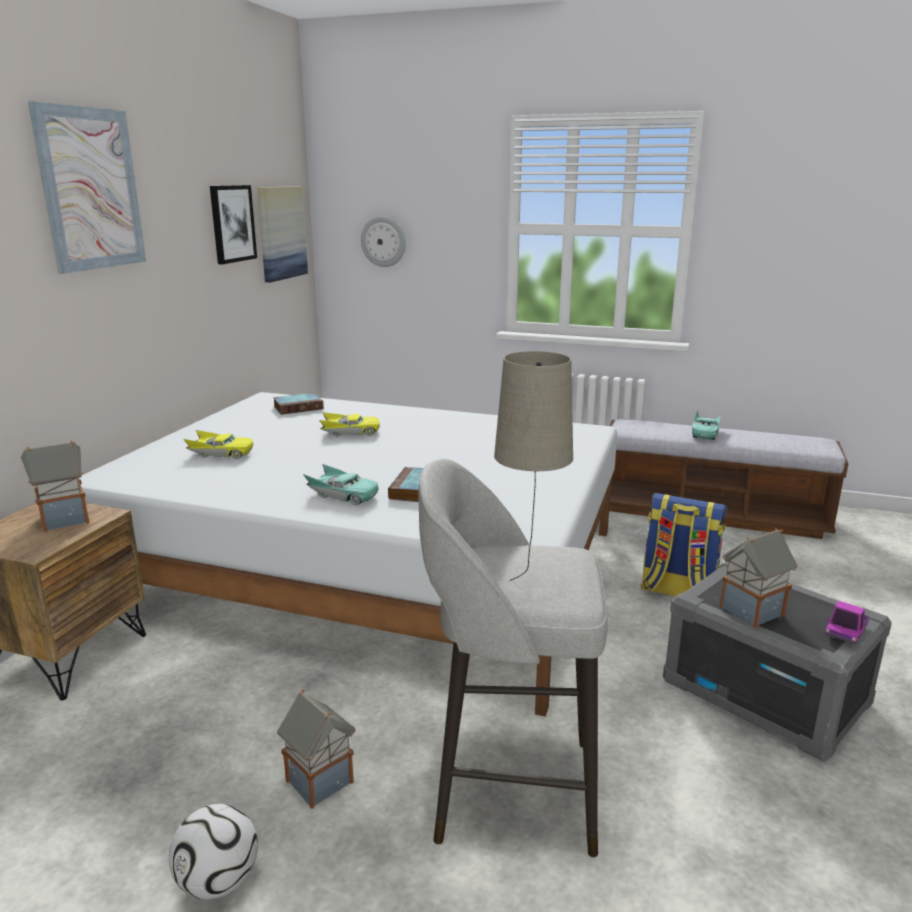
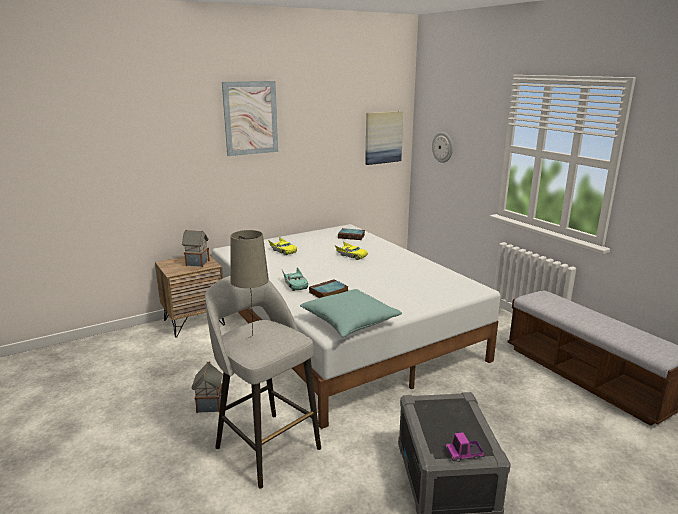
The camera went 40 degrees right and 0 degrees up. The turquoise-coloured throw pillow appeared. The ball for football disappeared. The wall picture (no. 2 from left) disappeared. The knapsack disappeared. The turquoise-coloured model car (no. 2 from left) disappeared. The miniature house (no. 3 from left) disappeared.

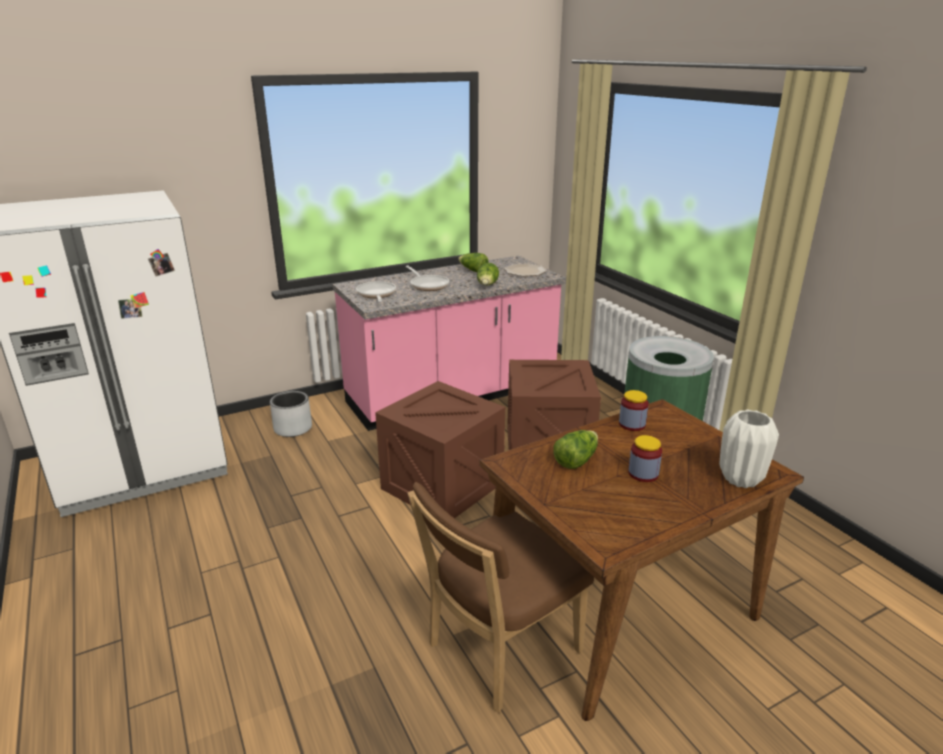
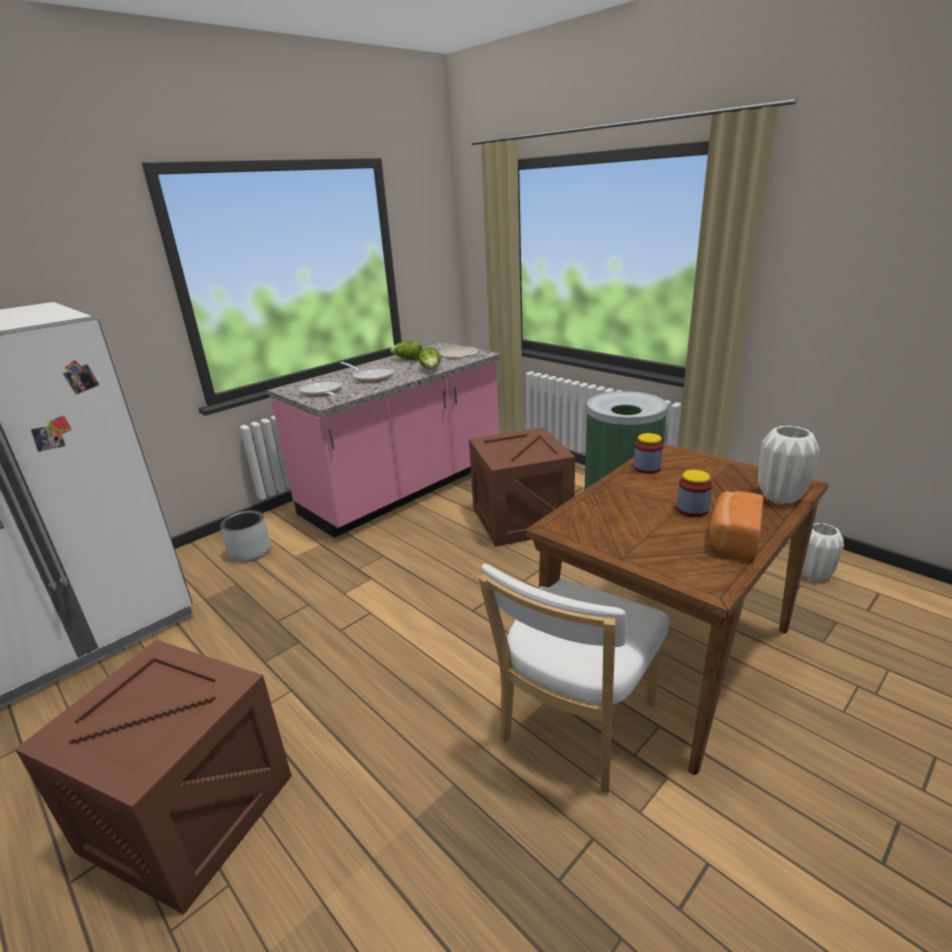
The camera went 15 degrees left and 0 degrees up. The crate (no. 1 from left) moved. The brown plain chair became the whitish plain chair. The bread appeared. The whitish flower vase (no. 2 from left) appeared. The lettuce (no. 3 from left) disappeared.

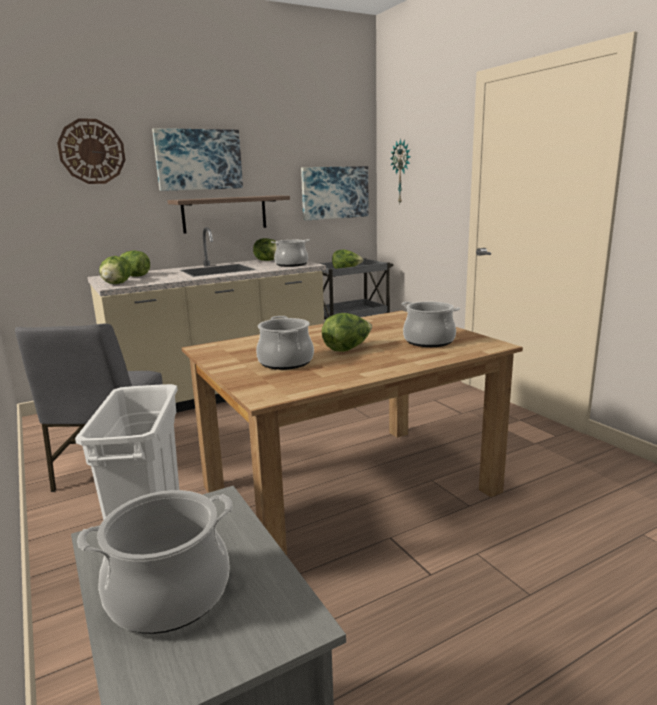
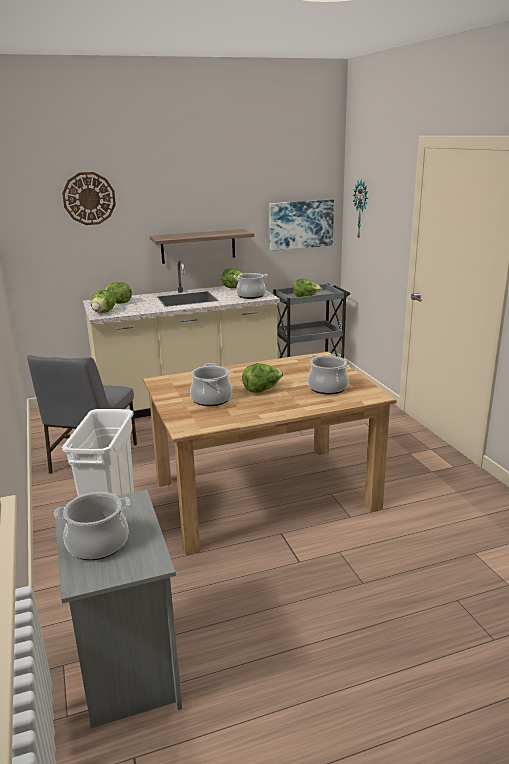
The camera went 10 degrees right and 5 degrees up. The wall picture (no. 1 from left) disappeared.

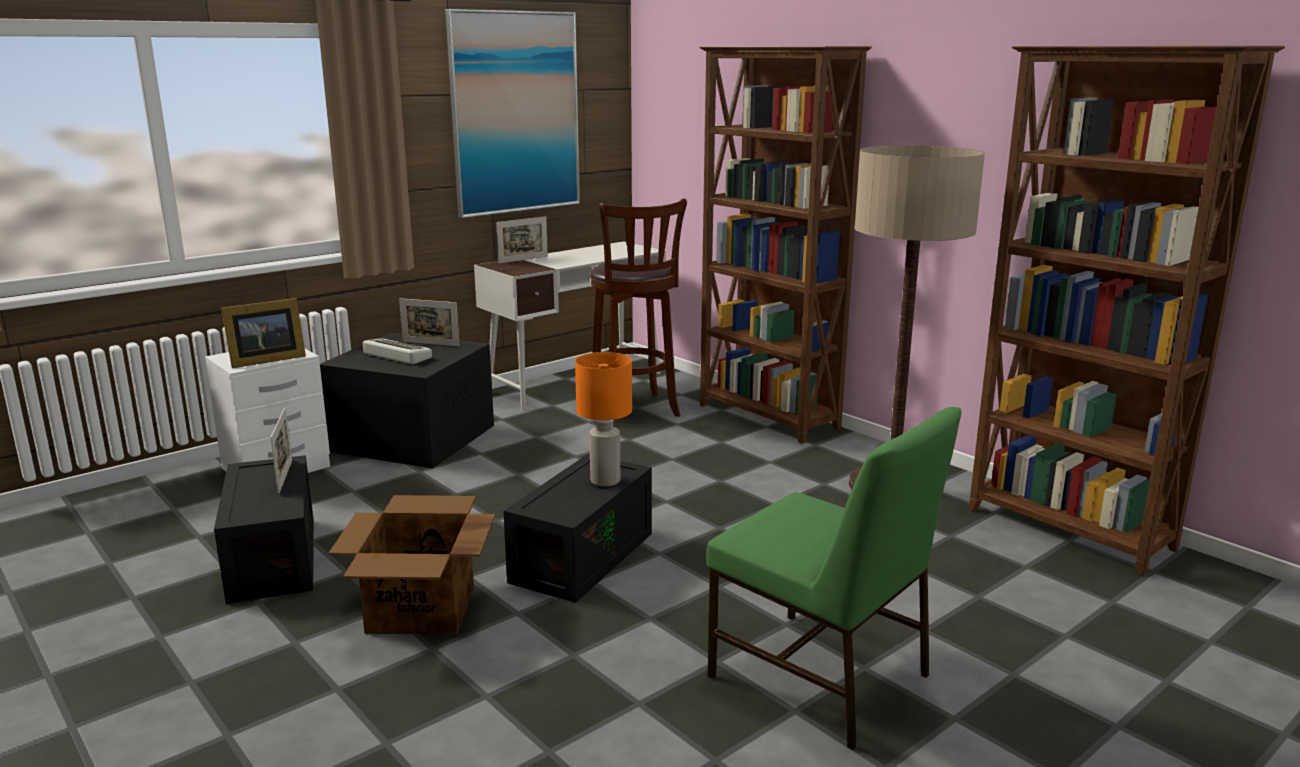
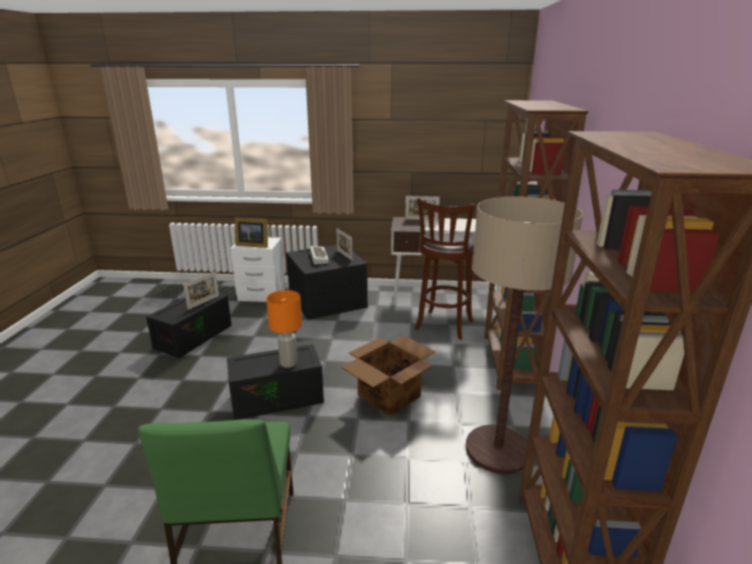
The camera went 45 degrees right and 5 degrees up. The packing box moved. The wall picture disappeared.

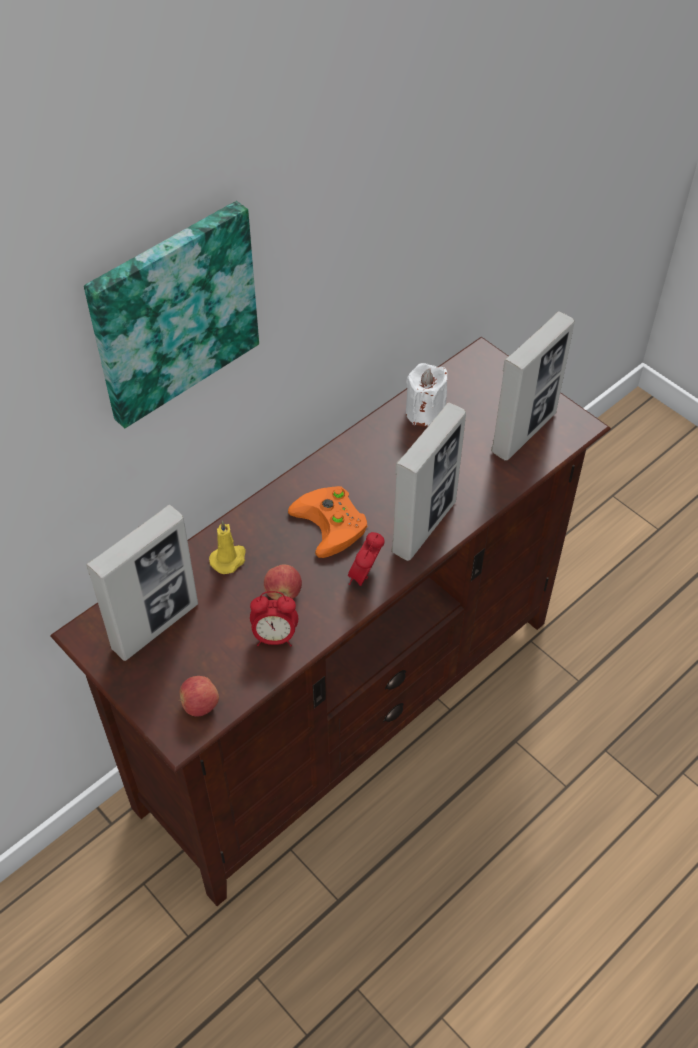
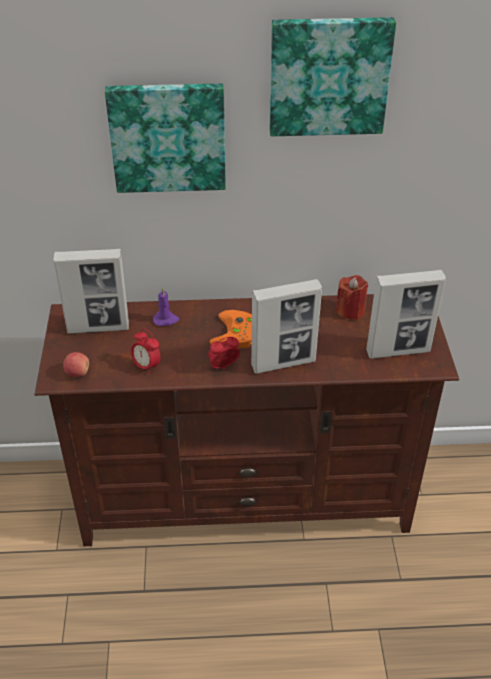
The camera went 40 degrees right and 10 degrees down. The yellow-coloured candle became the purple candle. The wall picture (no. 2 from left) appeared. The whitish candle became the red candle. The apple fruit (no. 2 from left) disappeared.

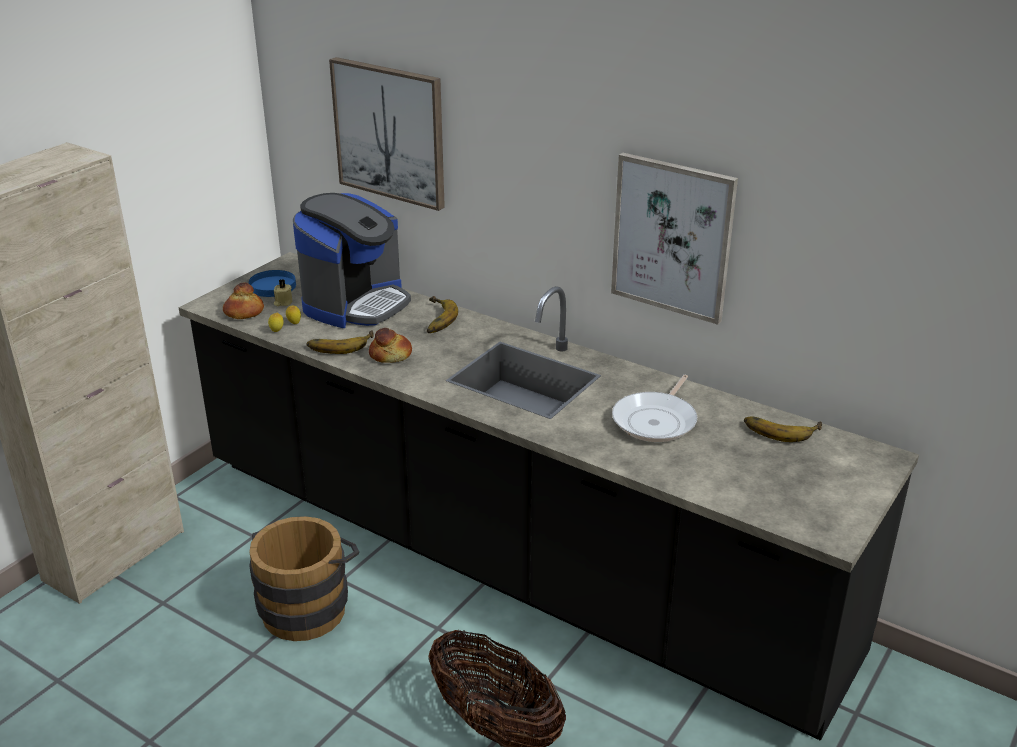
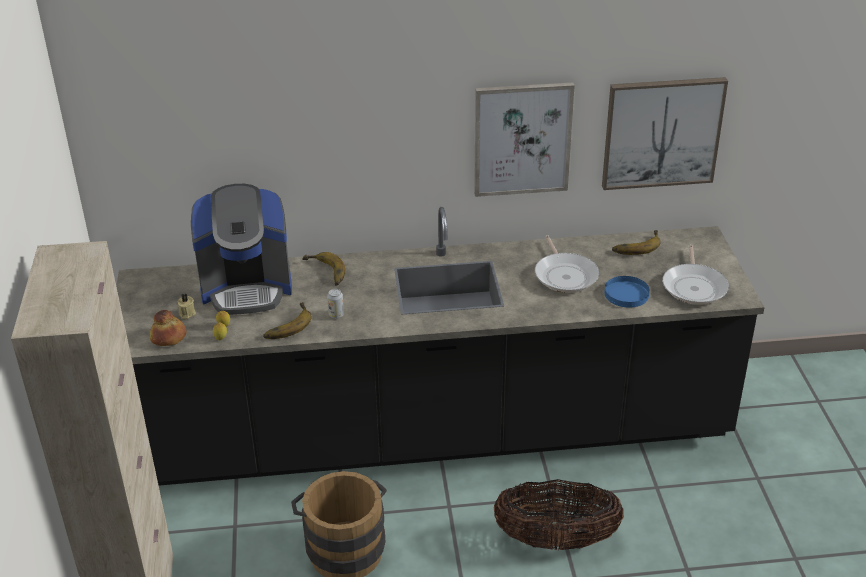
The camera went 40 degrees left and 5 degrees up. The coffee machine turned 90 degrees clockwise. The bread (no. 2 from left) was replaced by the sealed can. The wall picture (no. 1 from left in the first image) moved. The blue-coloured dinner plate moved. The pan (no. 2 from left) appeared.

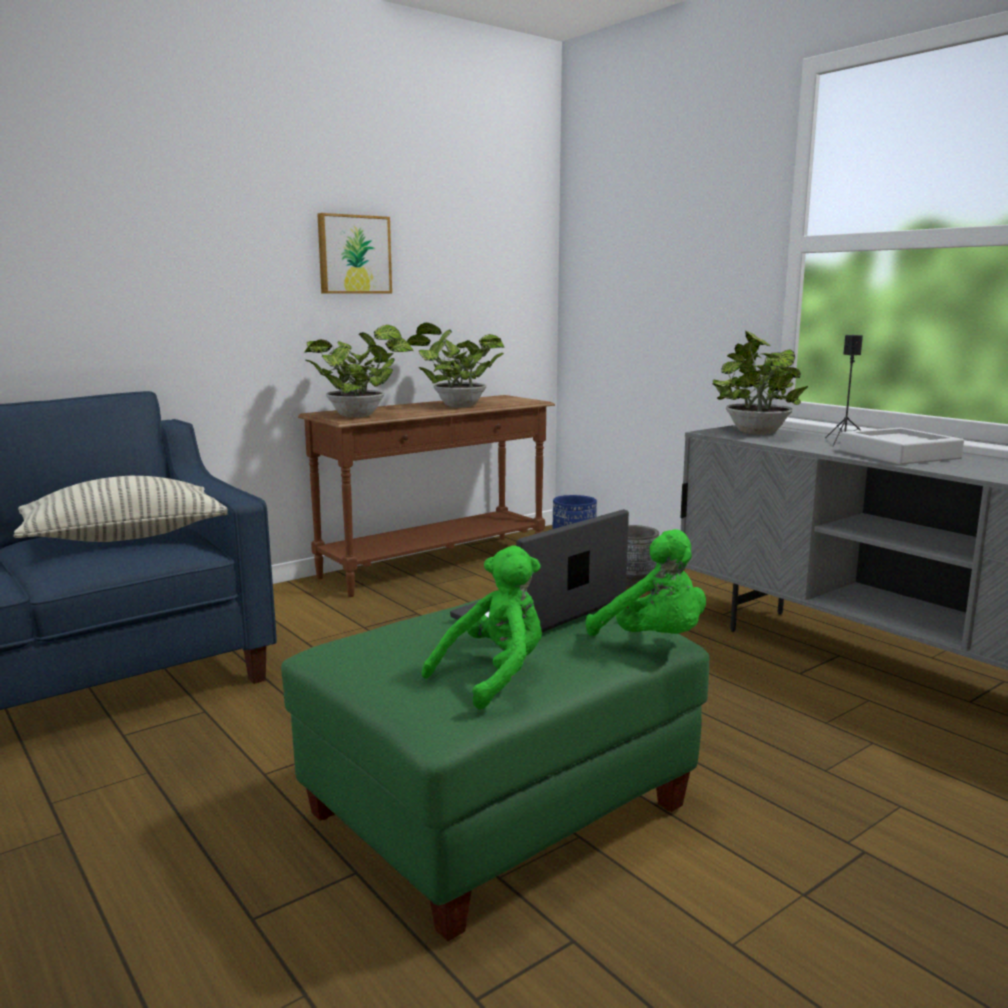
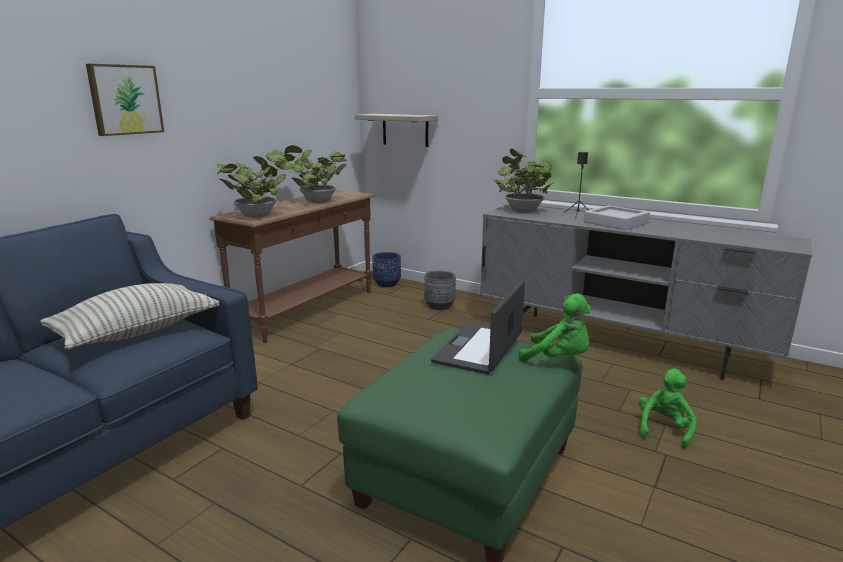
The camera went 20 degrees left and 5 degrees up. The wall picture moved. The wall shelf appeared. The green plush toy (no. 1 from left in the first image) moved.

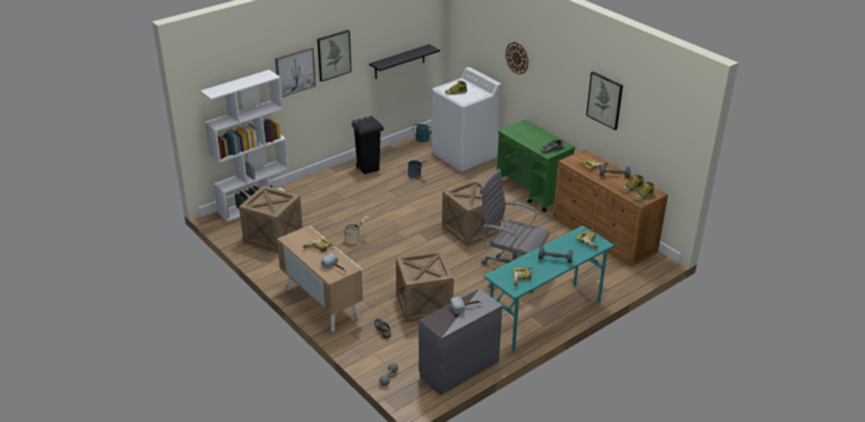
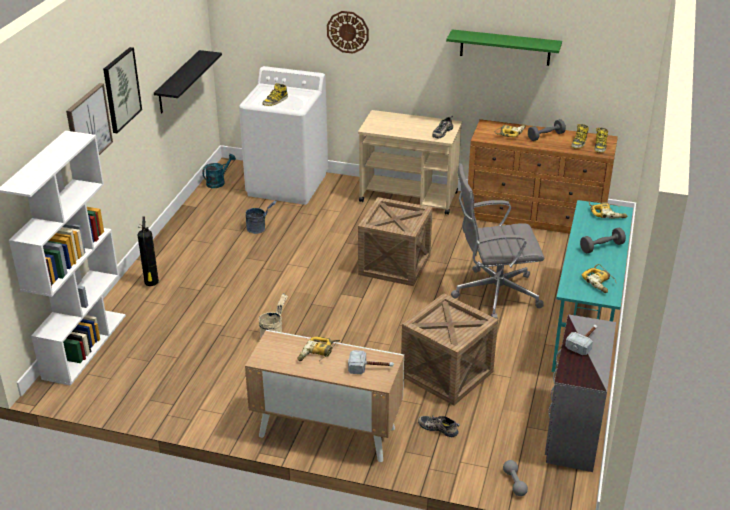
The camera went 35 degrees left and 0 degrees up. The extinguisher appeared. The green trolley became the sand-coloured trolley. The wall picture (no. 3 from left) was replaced by the green wall shelf. The crate (no. 1 from left) disappeared. The blackish rubbish bin disappeared.

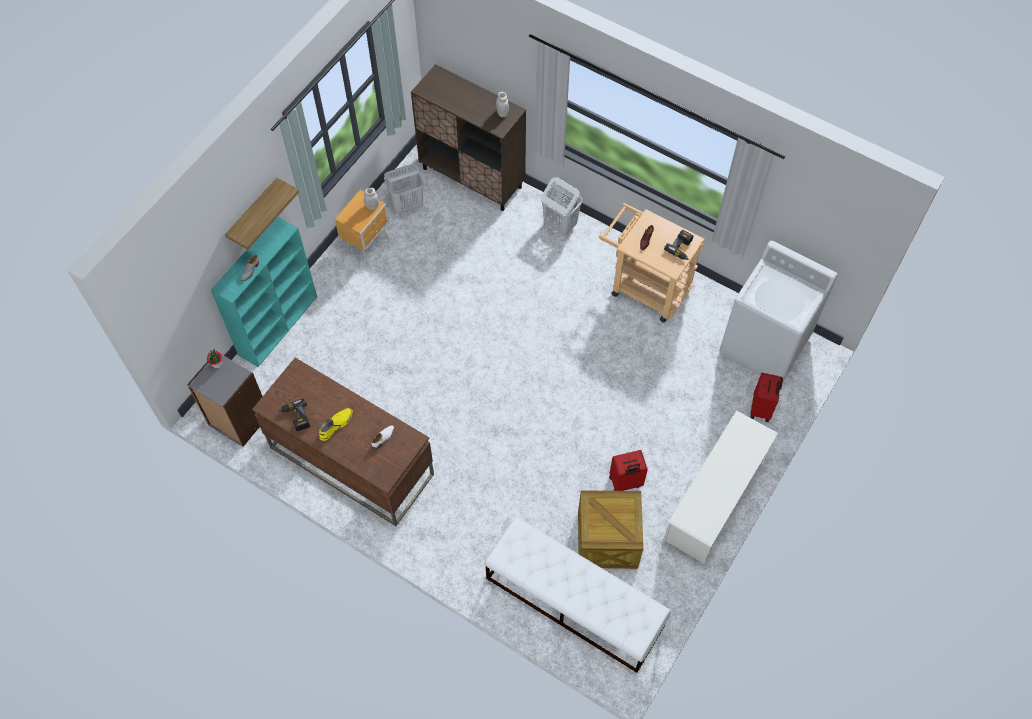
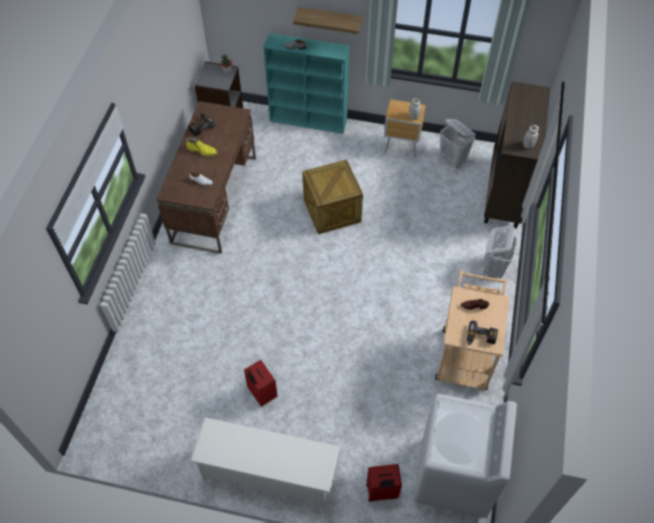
The camera went 70 degrees right and 5 degrees down. The crate moved. The whitish indoor bench disappeared.

